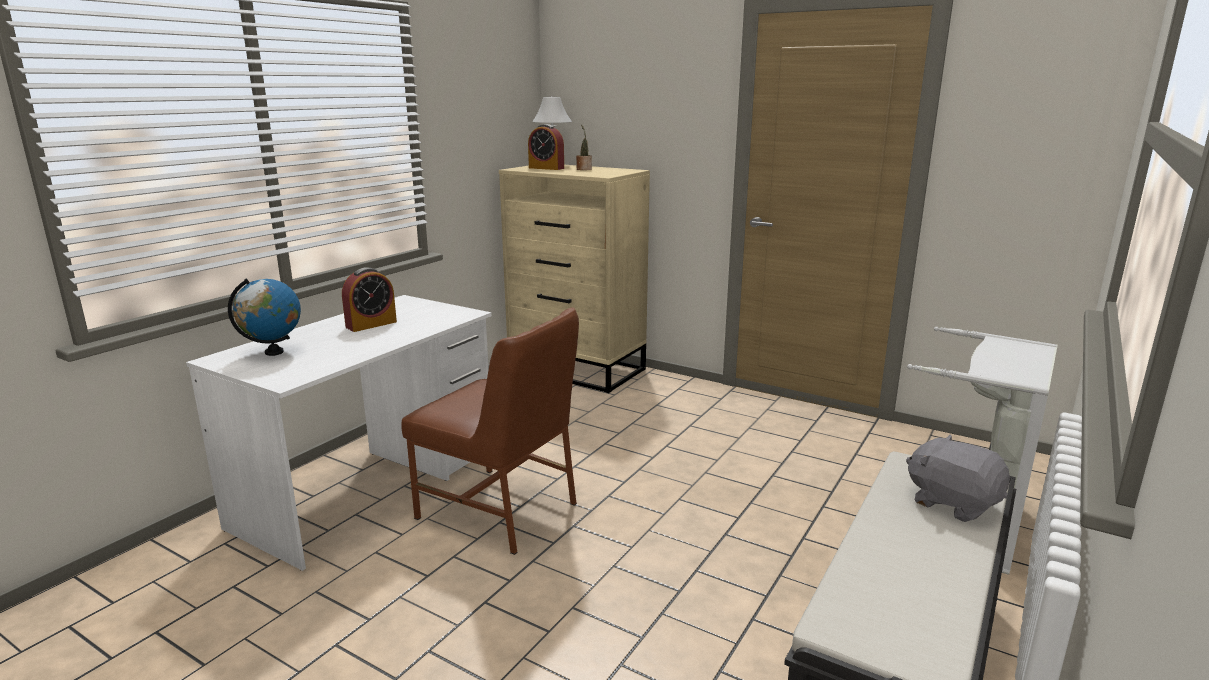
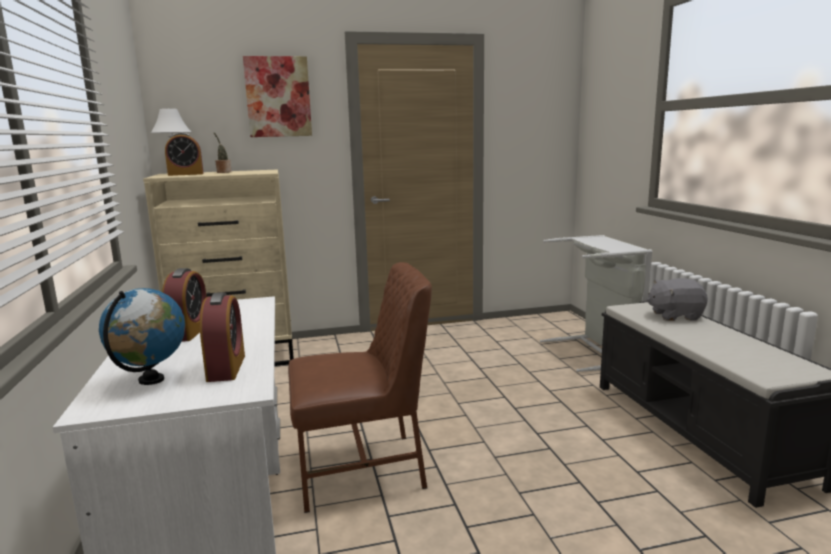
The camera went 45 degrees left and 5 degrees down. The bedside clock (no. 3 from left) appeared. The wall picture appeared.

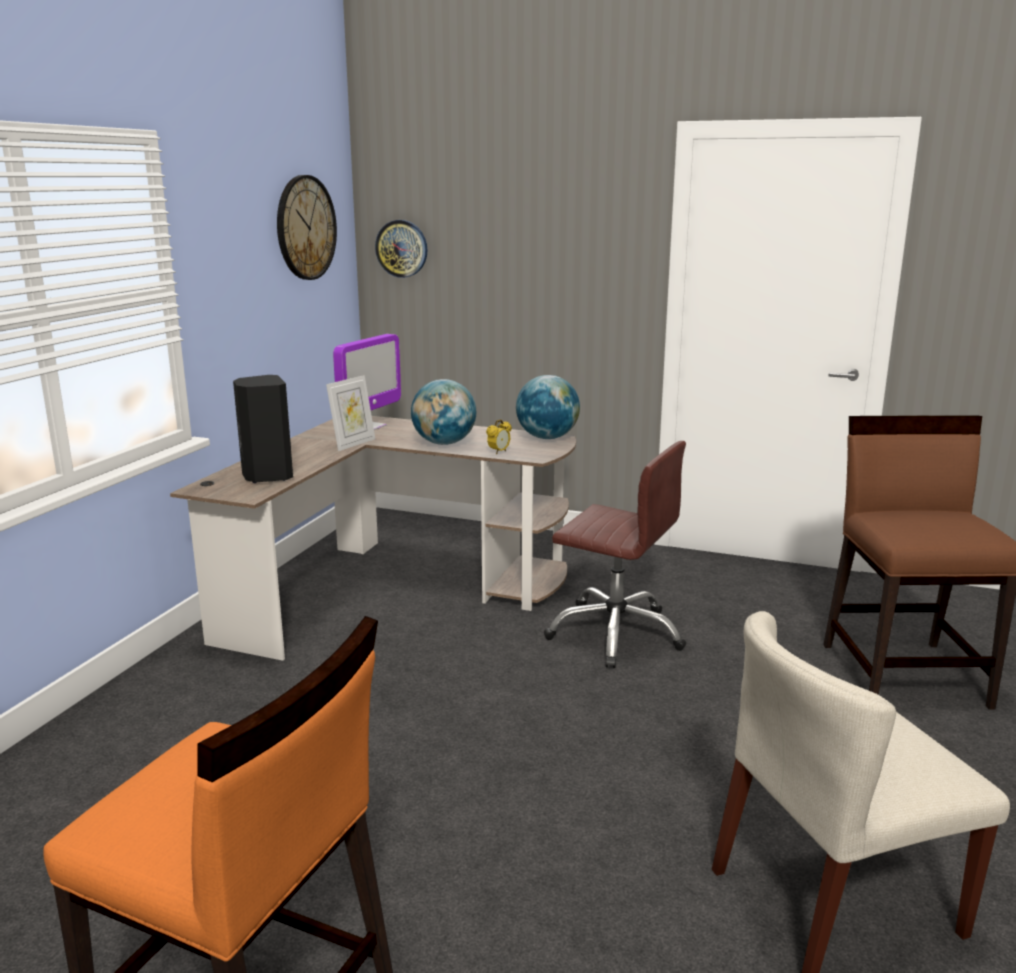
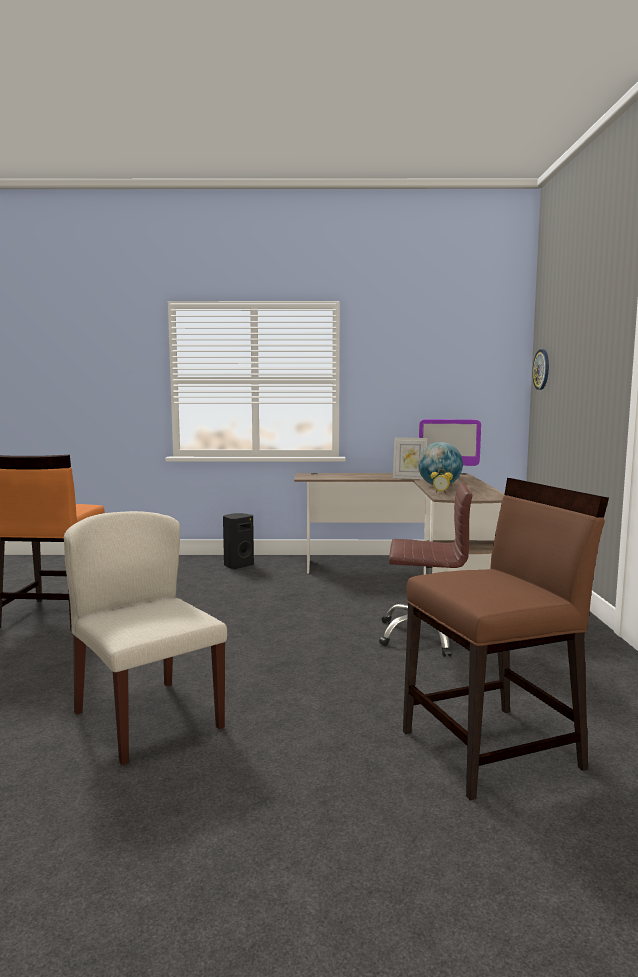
The camera went 70 degrees right and 10 degrees down. The blackish audio speaker moved. The brown computer chair turned 90 degrees counterclockwise. The clock on the wall (no. 1 from left) disappeared. The globe (no. 2 from left) disappeared.

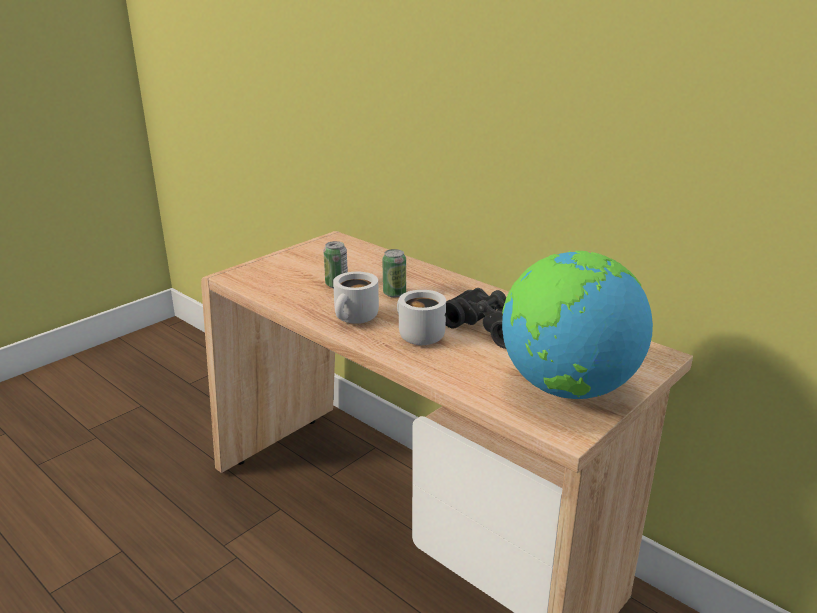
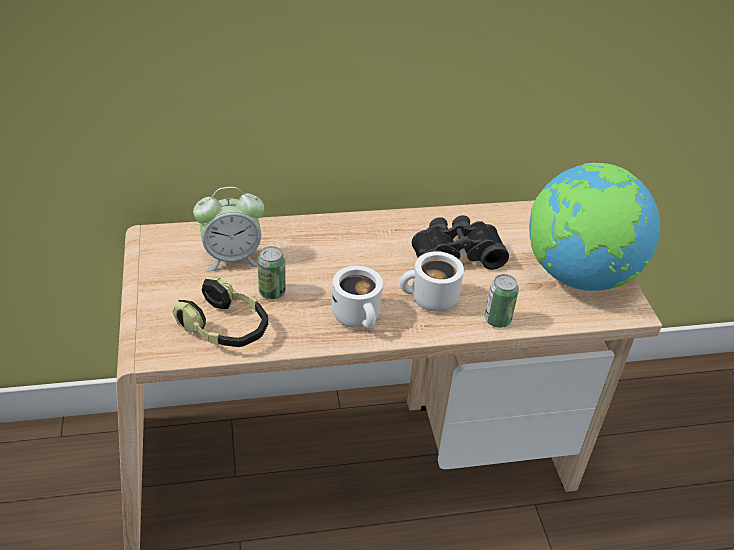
The camera went 55 degrees left and 15 degrees up. The headphones appeared. The bedside clock appeared. The sealed can (no. 2 from left) moved.

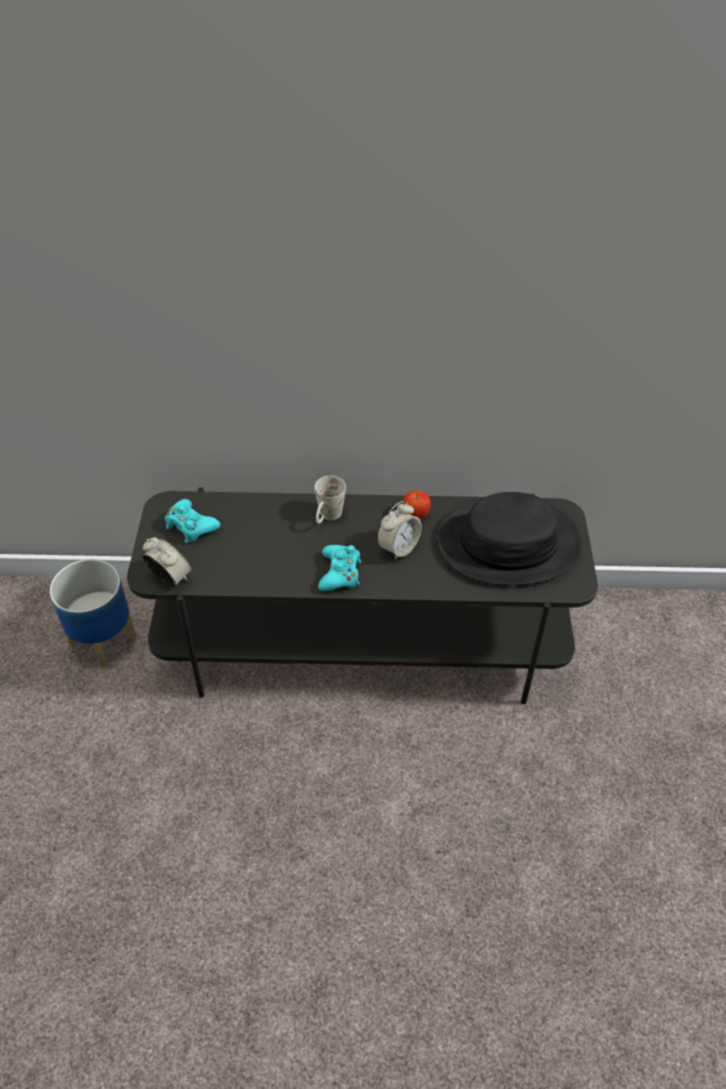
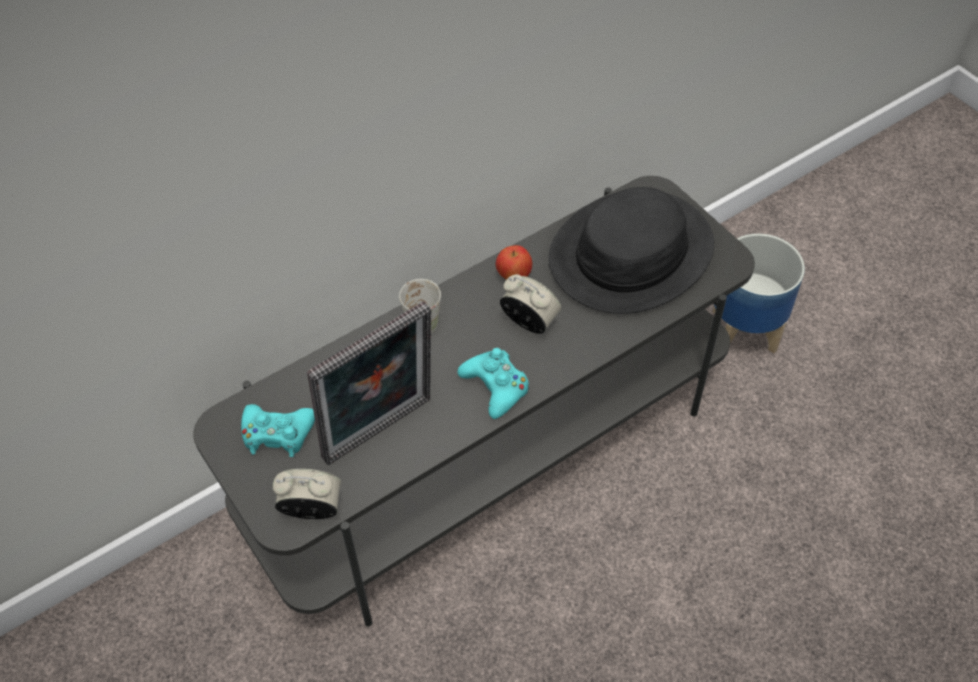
The camera went 35 degrees left and 5 degrees up. The picture frame appeared. The bedside clock (no. 2 from left) turned 60 degrees counterclockwise. The flower pot moved.

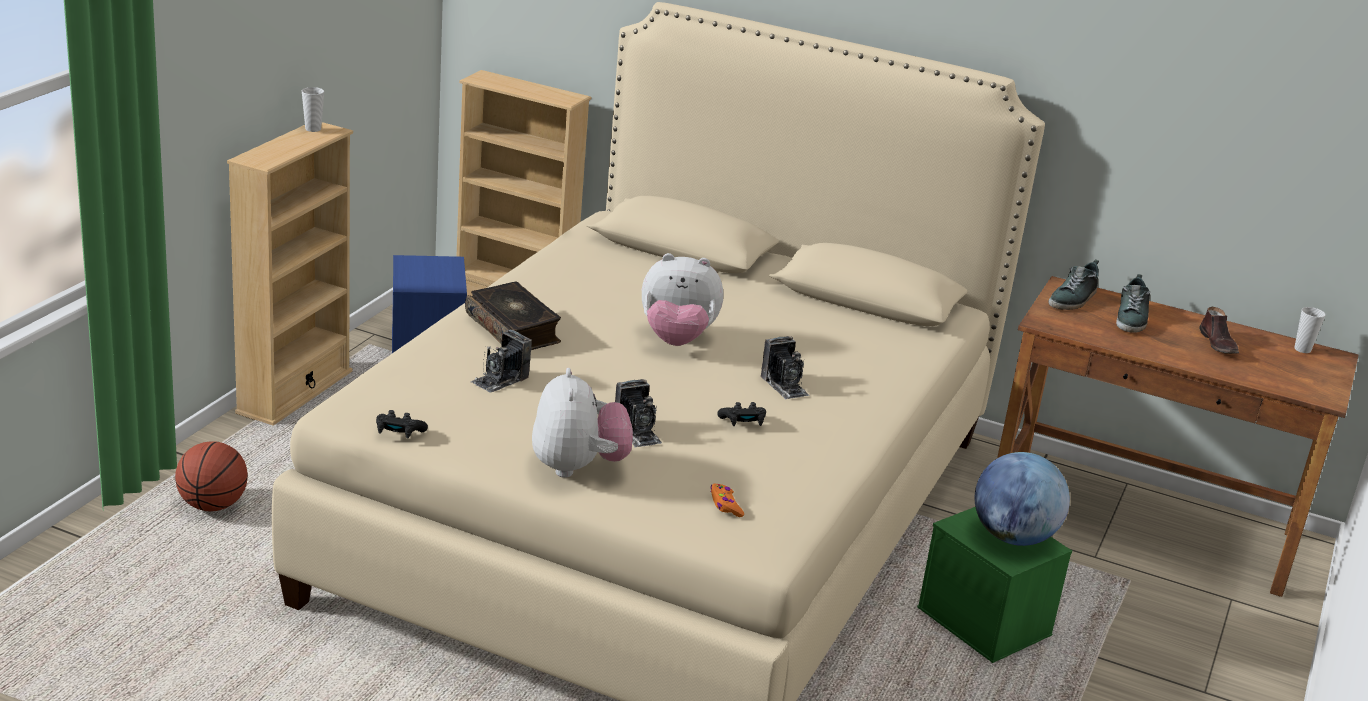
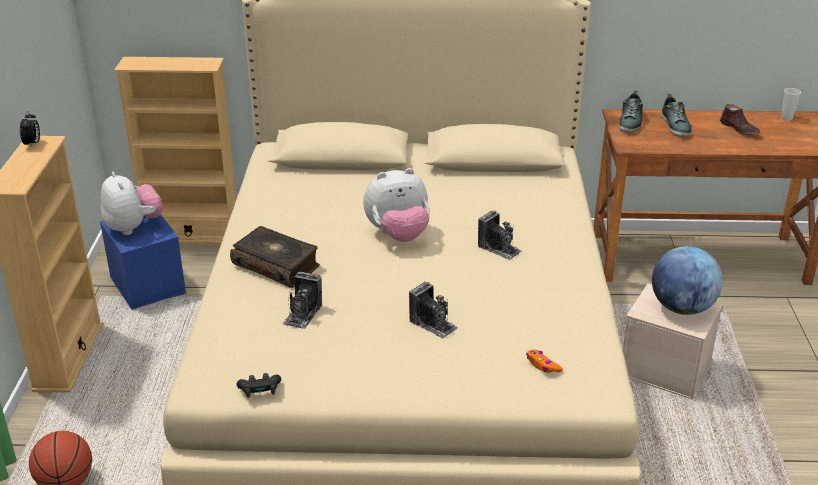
The camera went 20 degrees left and 5 degrees up. The drinking cup (no. 1 from left) was replaced by the bedside clock. The plush toy (no. 1 from left) moved. The green storage box became the sand-coloured storage box. The blackish game controller (no. 2 from left) disappeared.

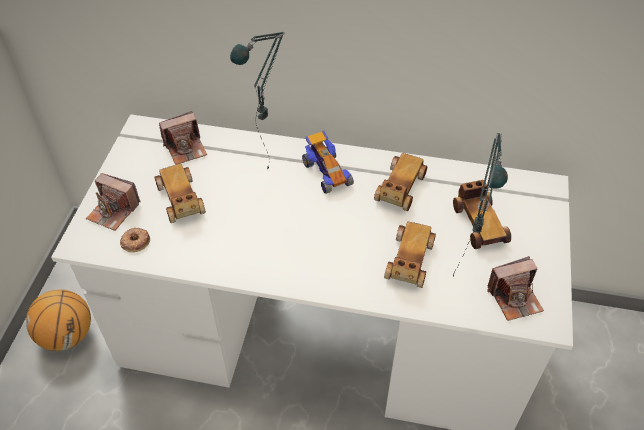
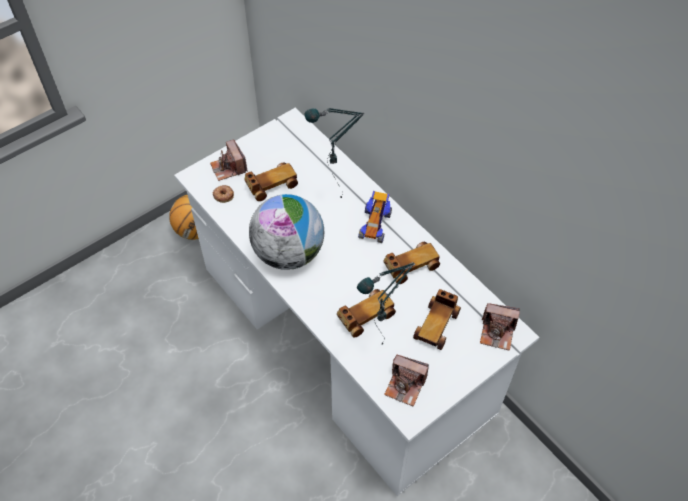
The camera went 40 degrees right and 5 degrees up. The model car (no. 1 from left) turned 45 degrees clockwise. The globe appeared. The still camera (no. 2 from left in the first image) moved.

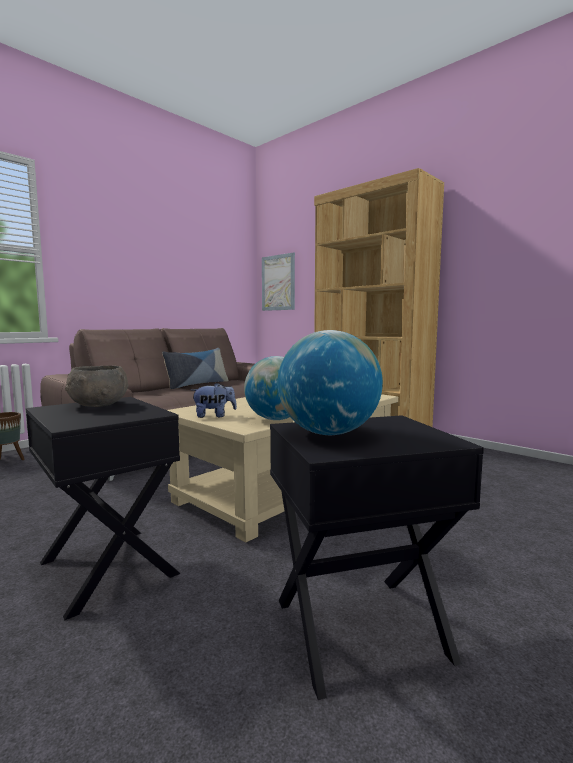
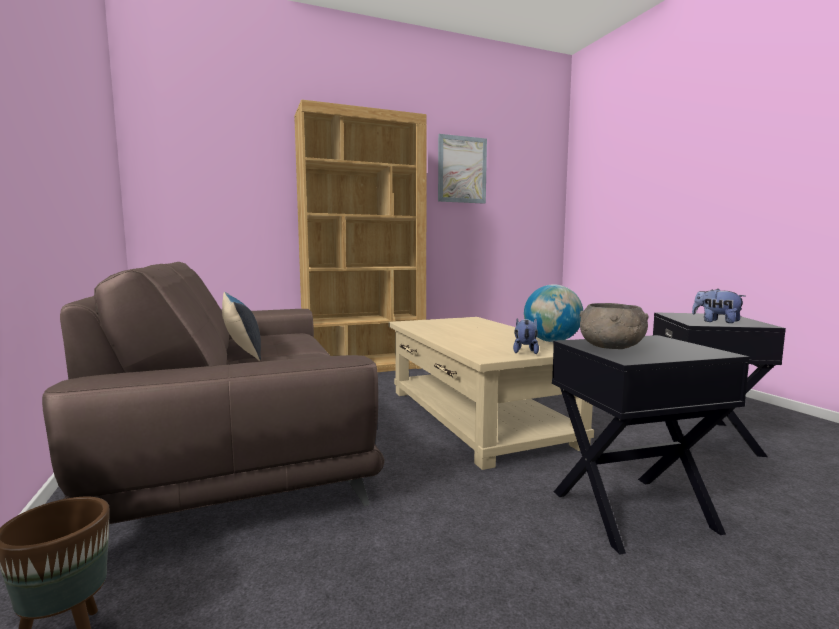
The camera went 65 degrees left and 0 degrees up. The wall picture moved. The globe (no. 2 from left) was replaced by the plush toy (no. 2 from left).

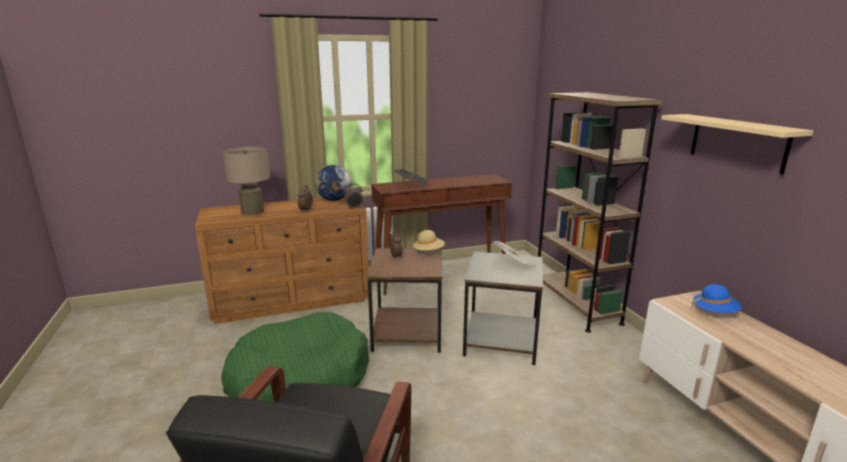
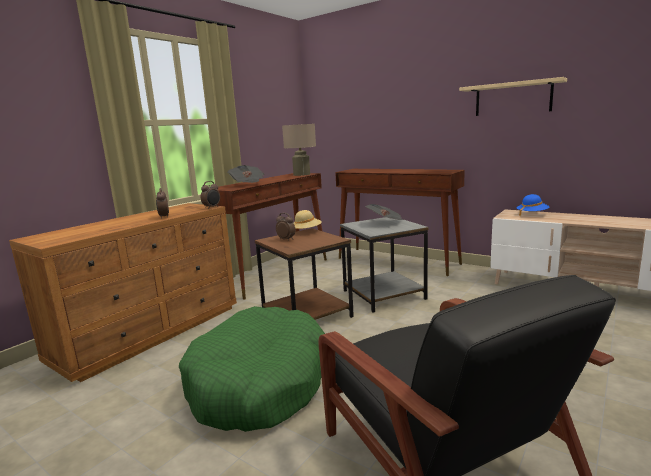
The camera went 35 degrees left and 5 degrees down. The sand-coloured tabletop lamp moved. The brown shelving unit was replaced by the brown console table (no. 2 from left). The globe disappeared.

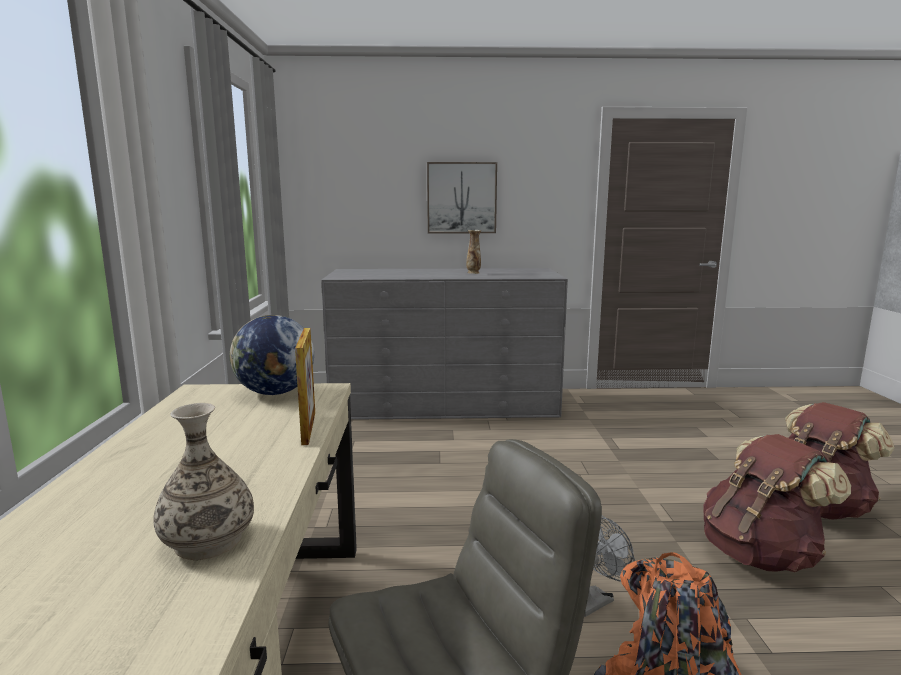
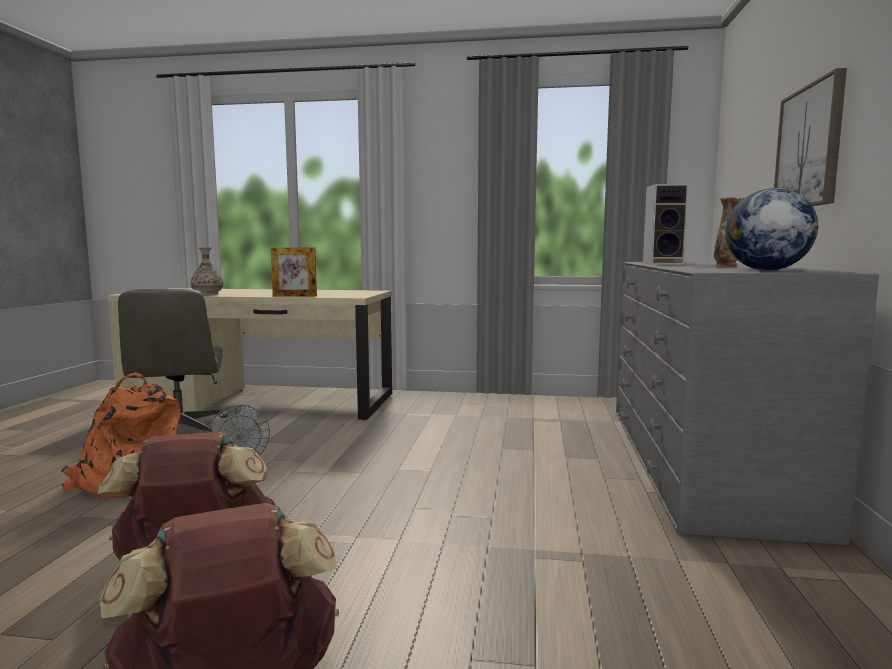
The camera went 100 degrees right and 5 degrees down. The audio speaker appeared. The globe moved.

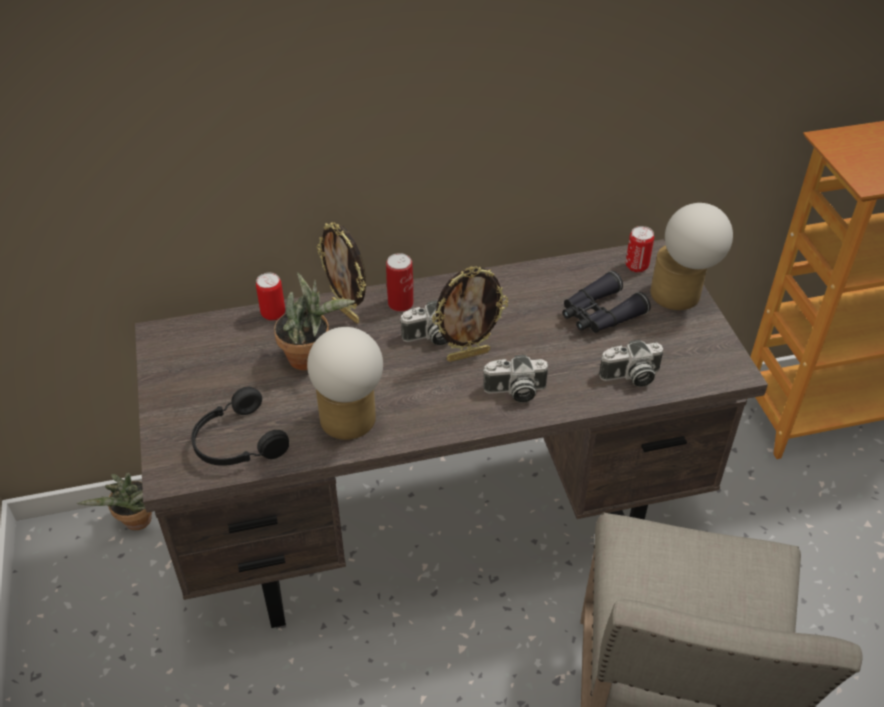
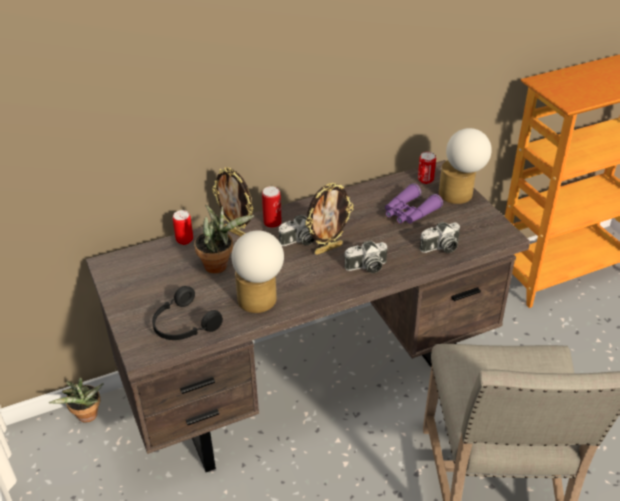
The camera went 10 degrees left and 5 degrees down. The blackish binoculars became the purple binoculars.

